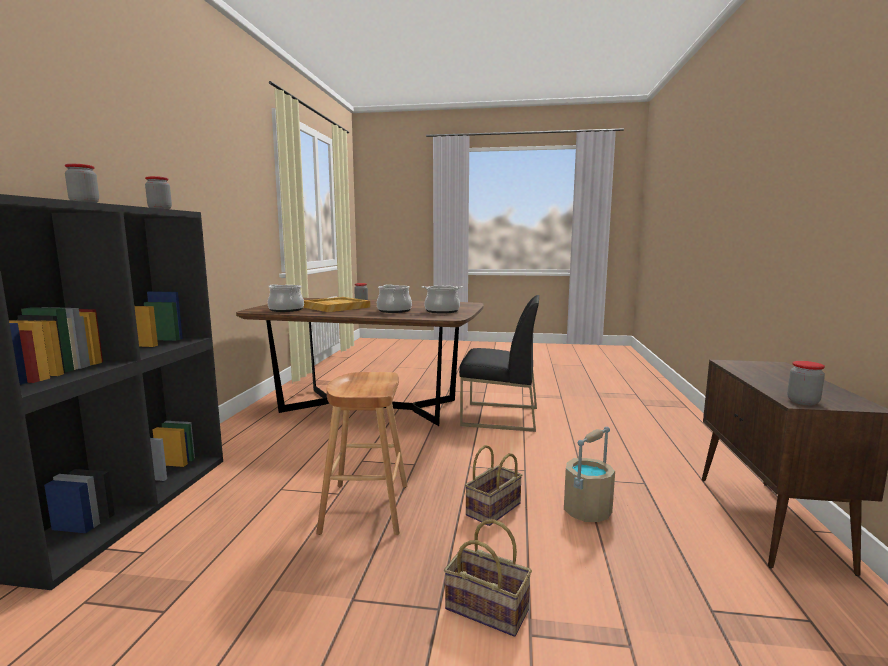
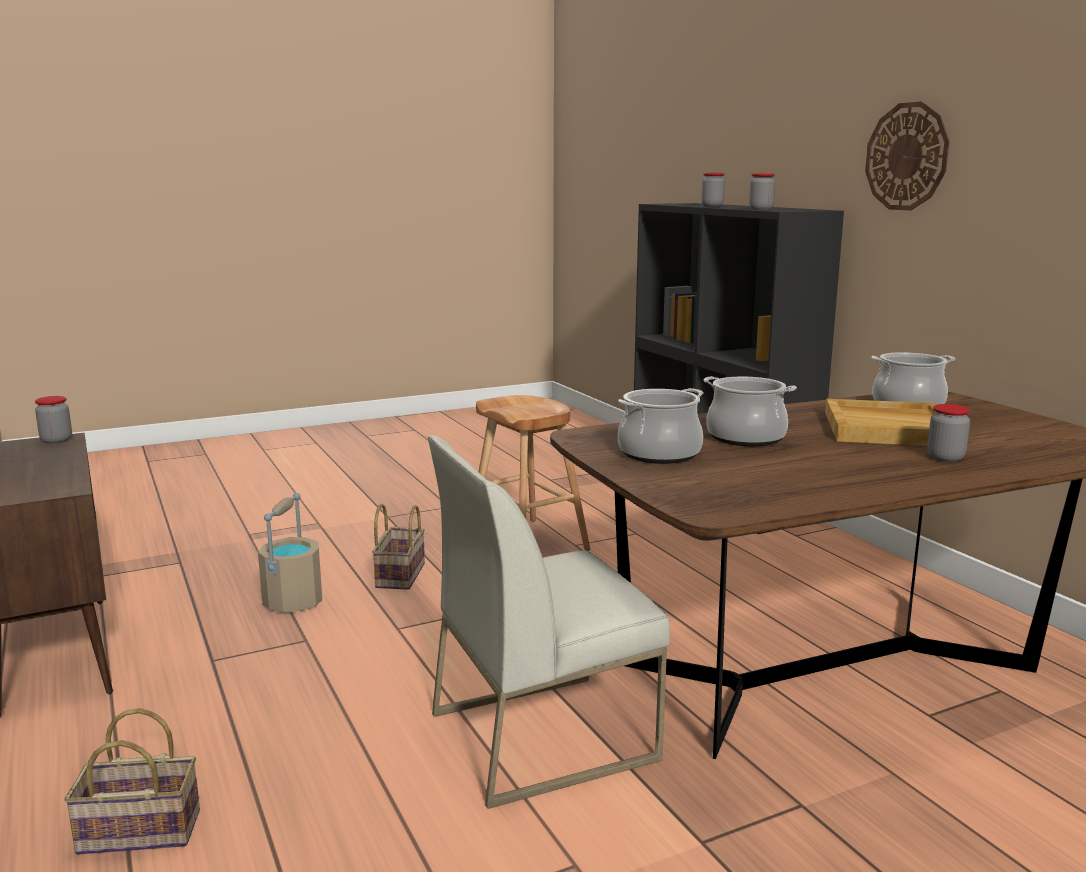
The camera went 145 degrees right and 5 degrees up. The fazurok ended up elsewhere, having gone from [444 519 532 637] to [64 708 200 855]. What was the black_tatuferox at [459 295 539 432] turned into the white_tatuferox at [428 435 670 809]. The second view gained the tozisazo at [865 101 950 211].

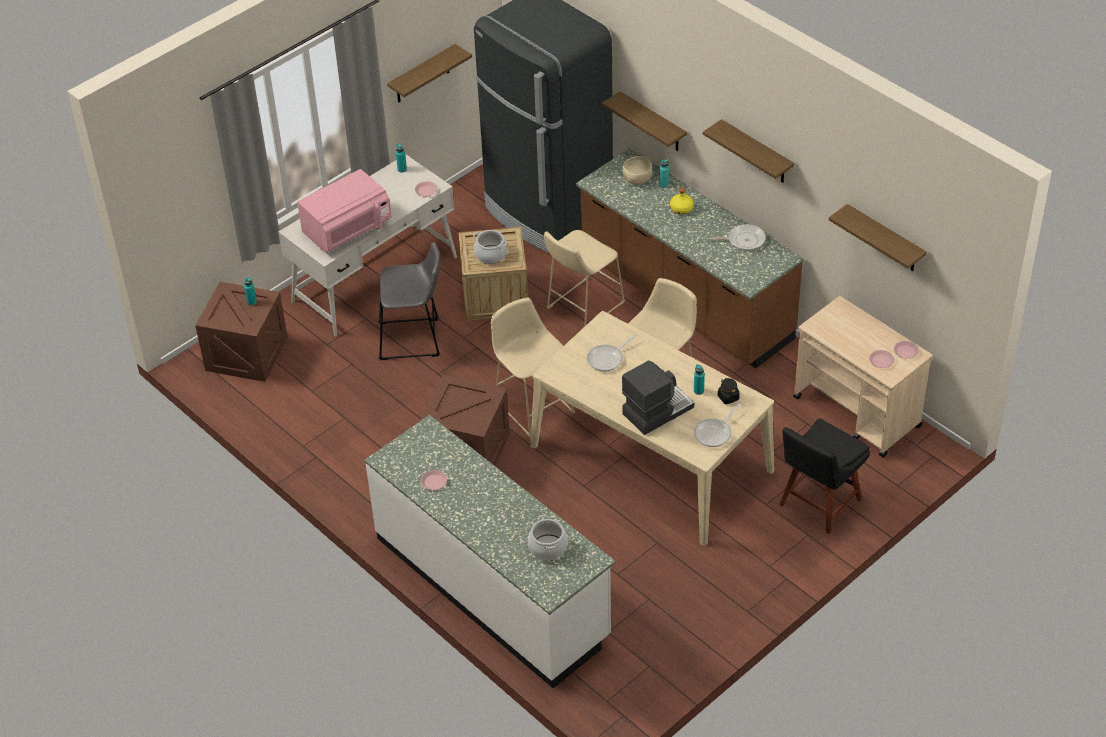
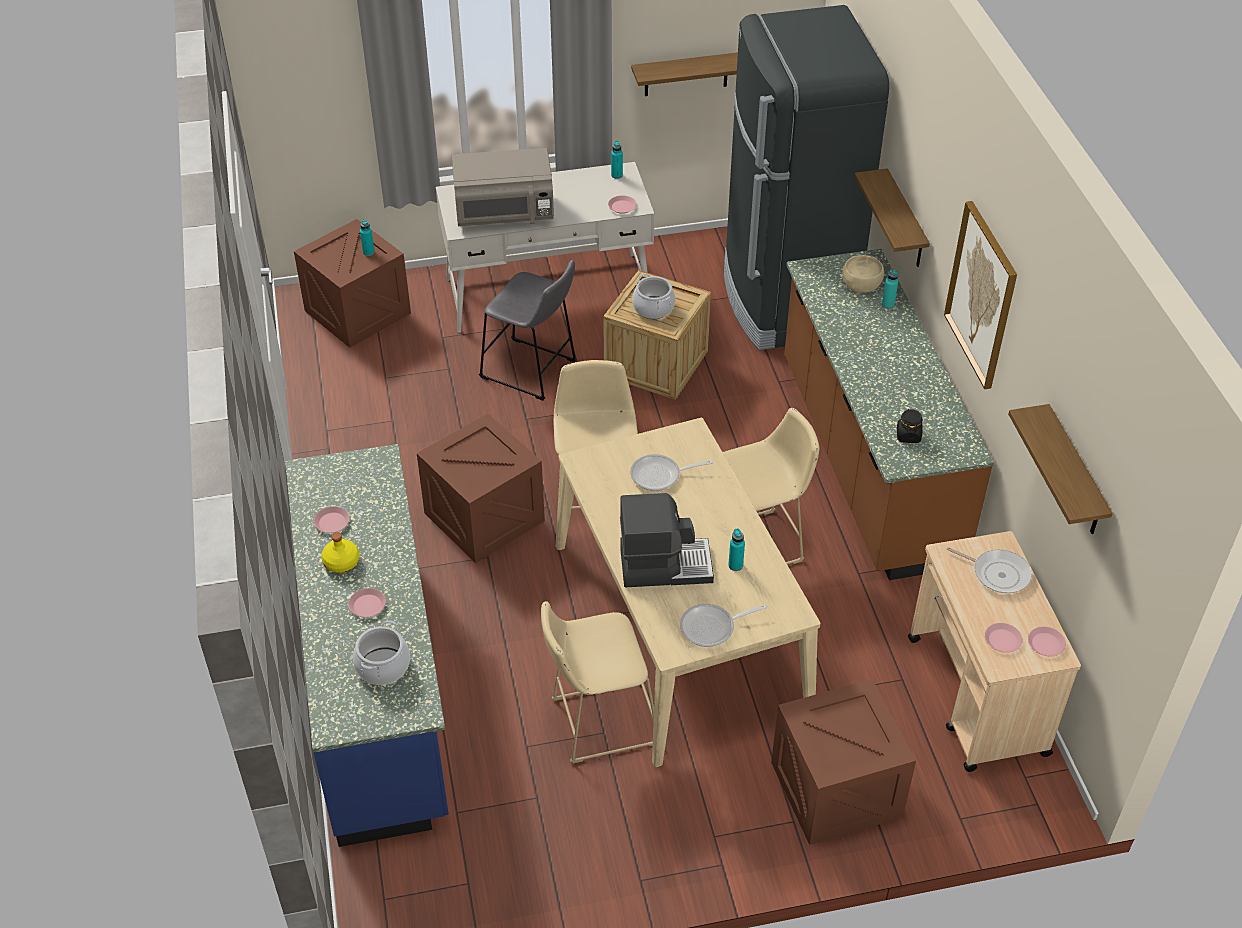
The camera went 30 degrees right and 0 degrees up. What was the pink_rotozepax at [297 169 391 253] turned into the grey_rotozepax at [452 148 554 226]. What was the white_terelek at [365 415 615 688] turned into the blue_terelek at [285 444 449 847]. The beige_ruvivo ended up elsewhere, having gone from [544 230 625 327] to [541 601 654 764]. The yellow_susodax ended up elsewhere, having gone from [670 188 694 214] to [321 532 359 573]. Where the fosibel hung at [703 119 794 183], the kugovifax came to hang at [944 201 1017 389]. The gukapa ended up elsewhere, having gone from [707 224 766 250] to [946 547 1032 593]. The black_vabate ended up elsewhere, having gone from [718 378 740 404] to [897 409 923 443]. Where the black_tatuferox stood at [779 418 870 534], the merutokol came to stand at [771 679 916 845]. The second view gained the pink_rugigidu at [348 588 386 617].

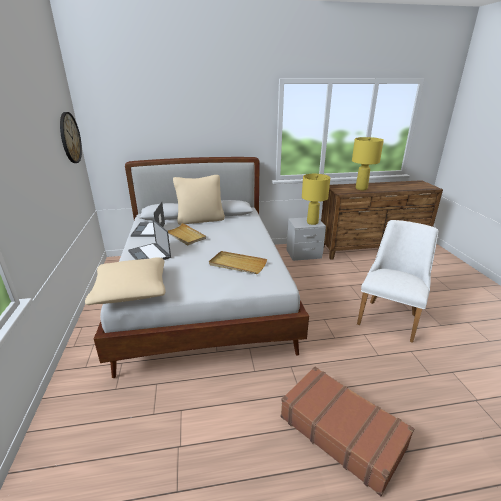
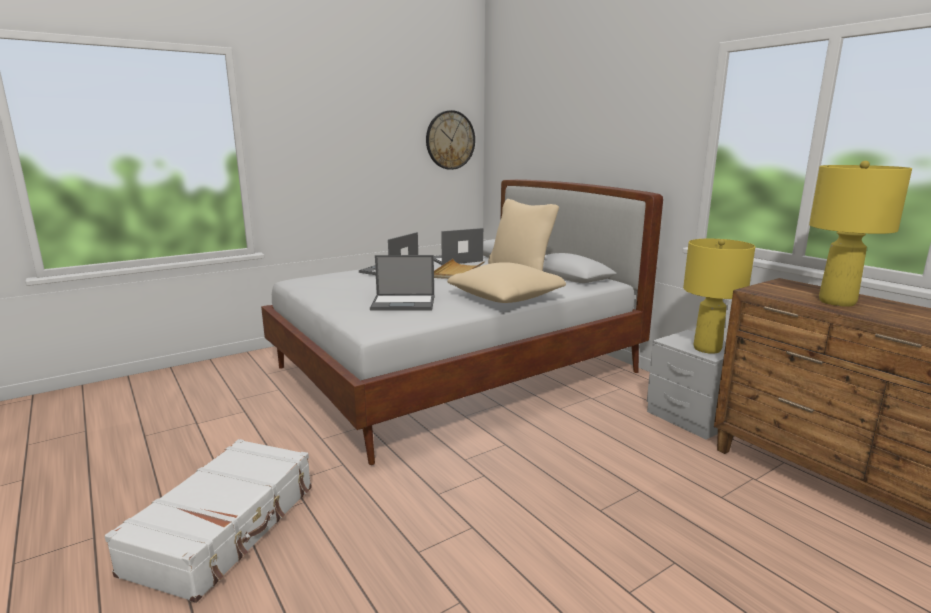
The camera went 65 degrees right and 10 degrees down. The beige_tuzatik ended up elsewhere, having gone from [85 257 166 305] to [447 262 566 303]. Where the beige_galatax stood at [209 251 267 274], the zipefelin came to stand at [370 255 434 311]. What was the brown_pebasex at [281 366 414 496] turned into the white_pebasex at [105 439 312 603]. The second view lost the white_tatuferox at [357 220 438 343].

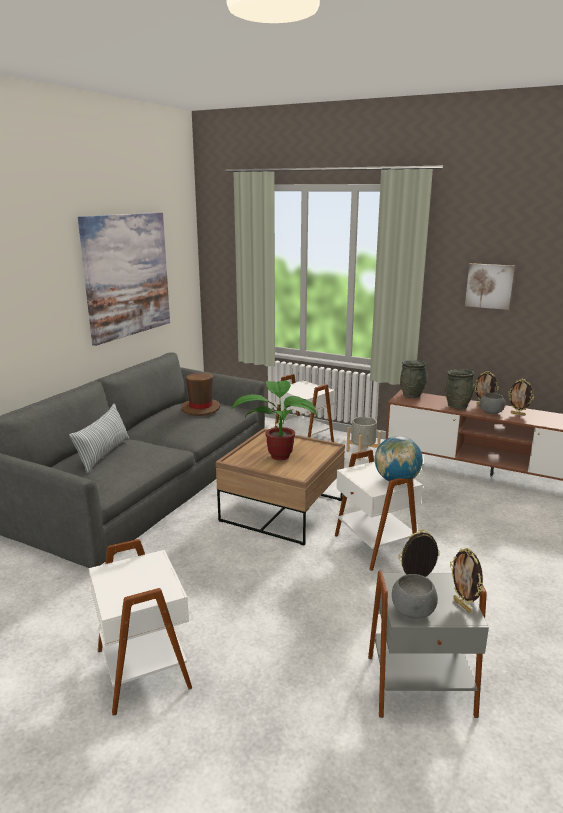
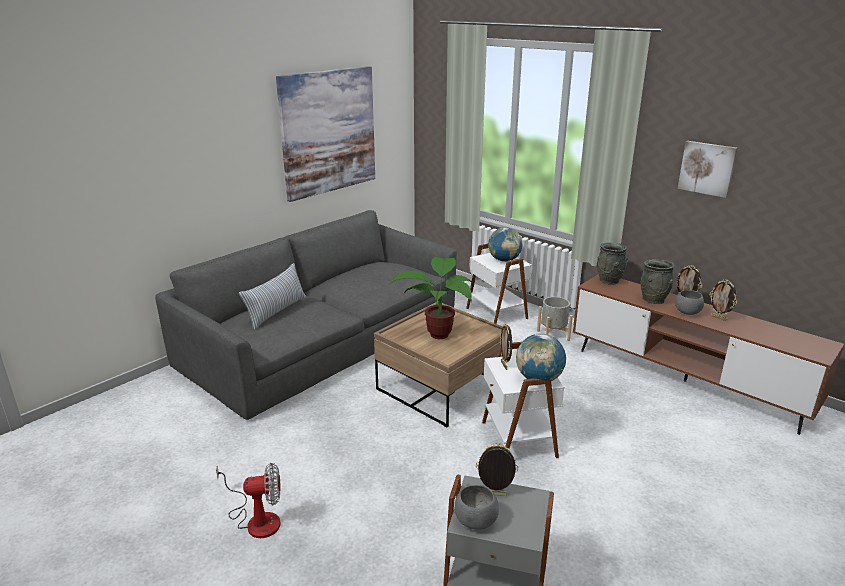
The camera went 15 degrees right and 5 degrees up. Where the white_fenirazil stood at [89 539 192 716], the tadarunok came to stand at [216 463 281 538]. The second view lost the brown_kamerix at [182 373 220 416]. The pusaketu ended up elsewhere, having gone from [450 548 483 613] to [500 323 512 370]. The second view gained the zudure at [488 227 522 262].

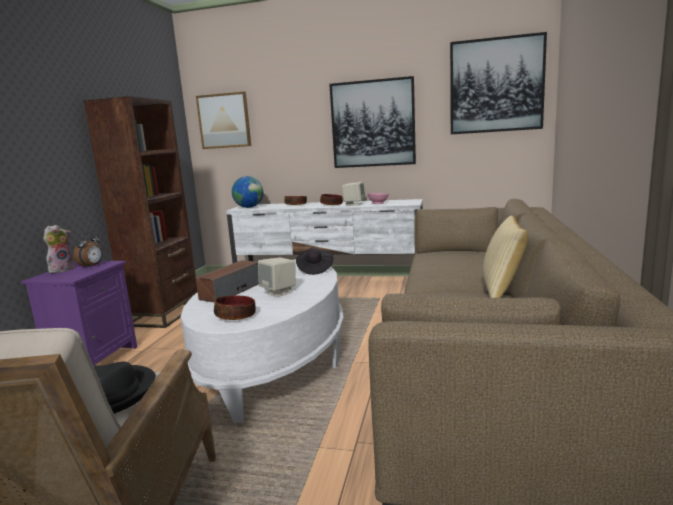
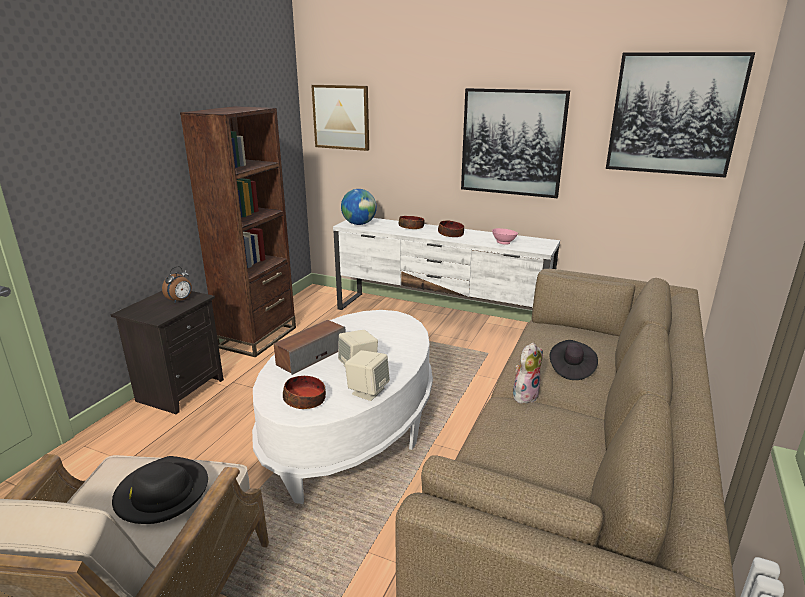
The camera went 10 degrees right and 10 degrees up. What was the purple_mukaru at [21 261 137 366] turned into the black_mukaru at [111 291 224 414]. The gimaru ended up elsewhere, having gone from [43 225 74 273] to [513 343 543 404]. The black_kamerix ended up elsewhere, having gone from [296 247 333 275] to [550 340 598 380]. The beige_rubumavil ended up elsewhere, having gone from [342 182 365 206] to [345 350 390 401]. The second view lost the tuzatik at [483 216 528 298].

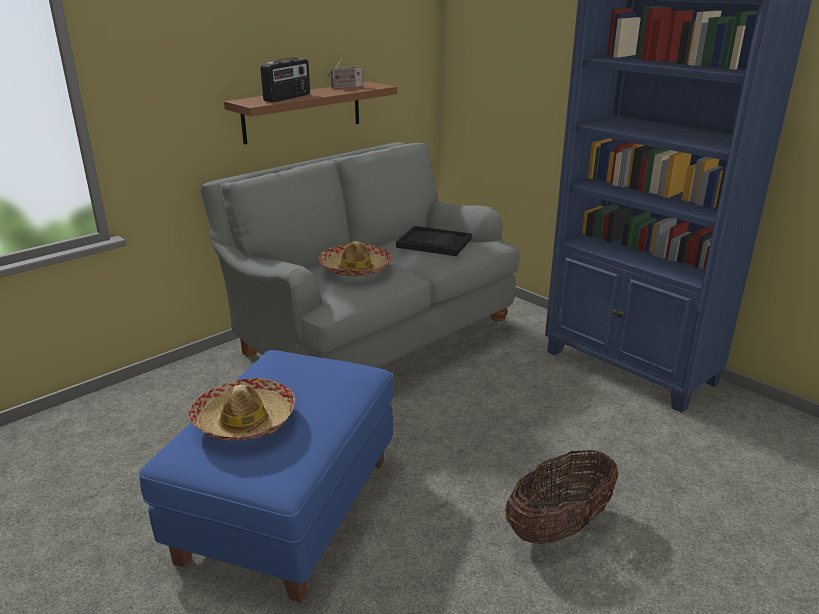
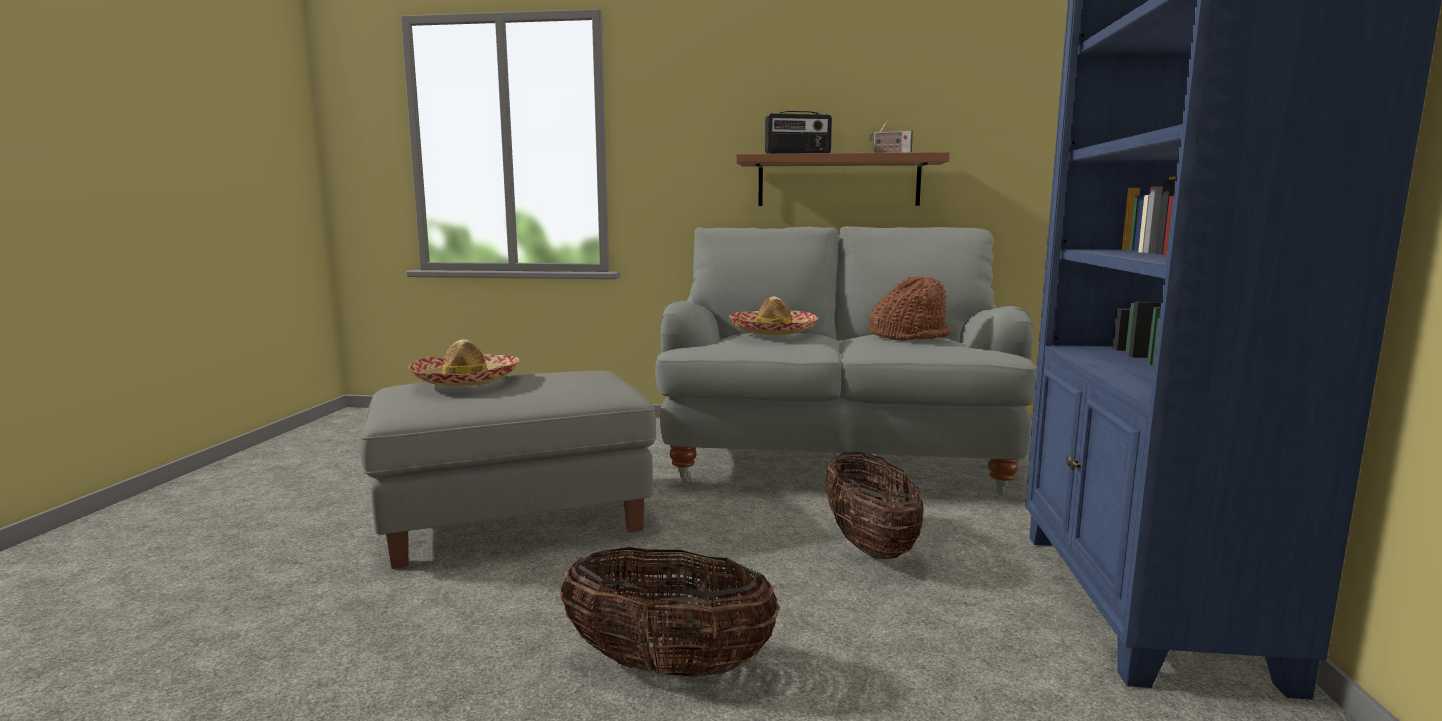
The camera went 50 degrees right and 15 degrees down. What was the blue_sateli at [139 350 394 603] turned into the grey_sateli at [360 371 657 569]. Where the black_galatax stood at [396 226 472 256], the brown_kamerix came to stand at [869 276 951 341]. The second view gained the fazurok at [825 452 923 559].

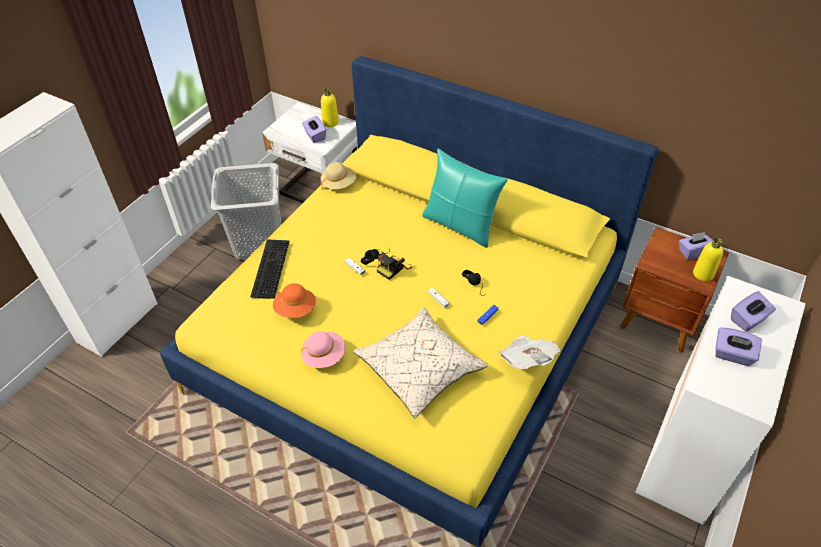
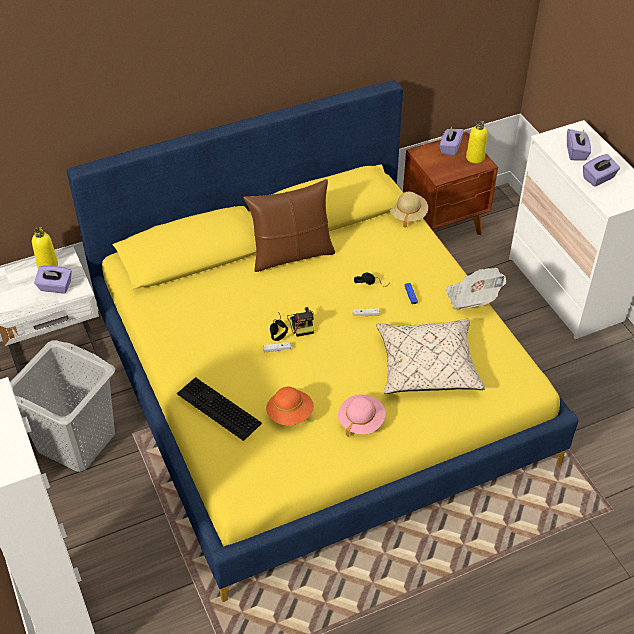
The camera went 55 degrees left and 0 degrees up. The beige_kamerix ended up elsewhere, having gone from [321 162 356 189] to [390 192 428 228]. What was the turquoise_tuzatik at [422 149 508 248] turned into the brown_tuzatik at [243 179 335 272].

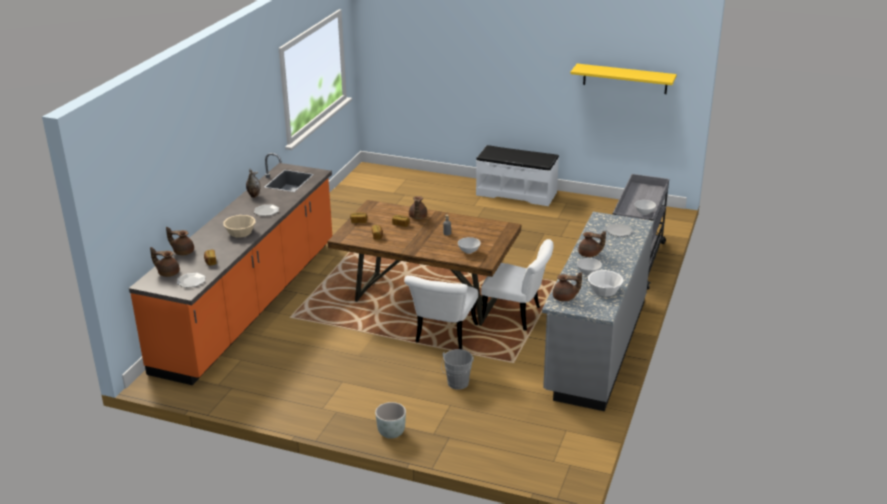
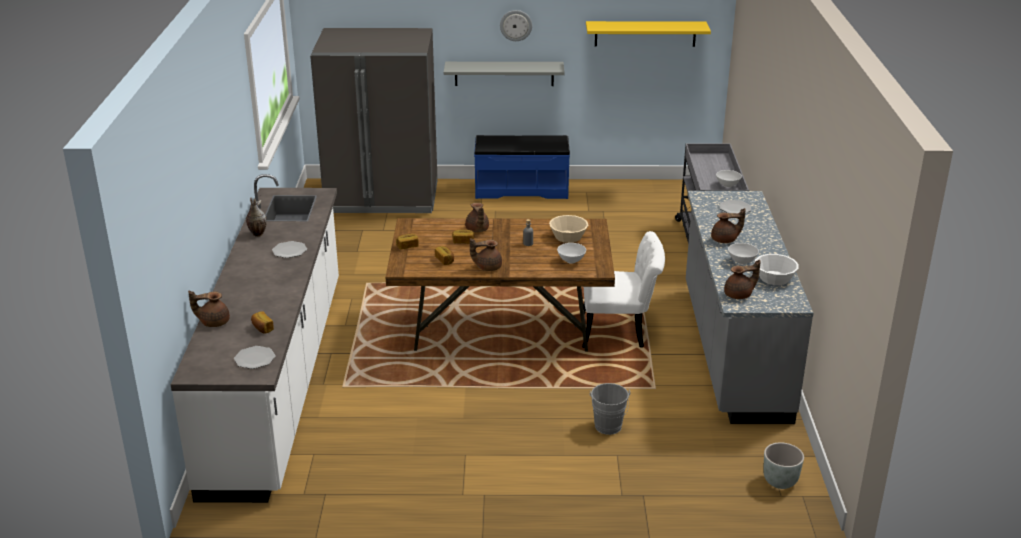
The camera went 20 degrees left and 0 degrees up. What was the orange_terelek at [129 153 332 385] turned into the white_terelek at [171 174 339 503]. The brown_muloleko ended up elsewhere, having gone from [150 247 180 277] to [470 238 502 271]. The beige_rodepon ended up elsewhere, having gone from [223 215 255 238] to [549 215 588 243]. The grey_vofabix ended up elsewhere, having gone from [375 402 406 439] to [763 442 804 489]. The second view lost the white_tatuferox at [404 275 478 349]. What was the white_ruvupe at [476 145 559 206] turned into the blue_ruvupe at [474 135 570 199]. The second view gained the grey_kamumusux at [310 28 438 213]. The second view gained the grey_fosibel at [443 62 565 86]. The second view gained the tozisazo at [500 10 532 41].

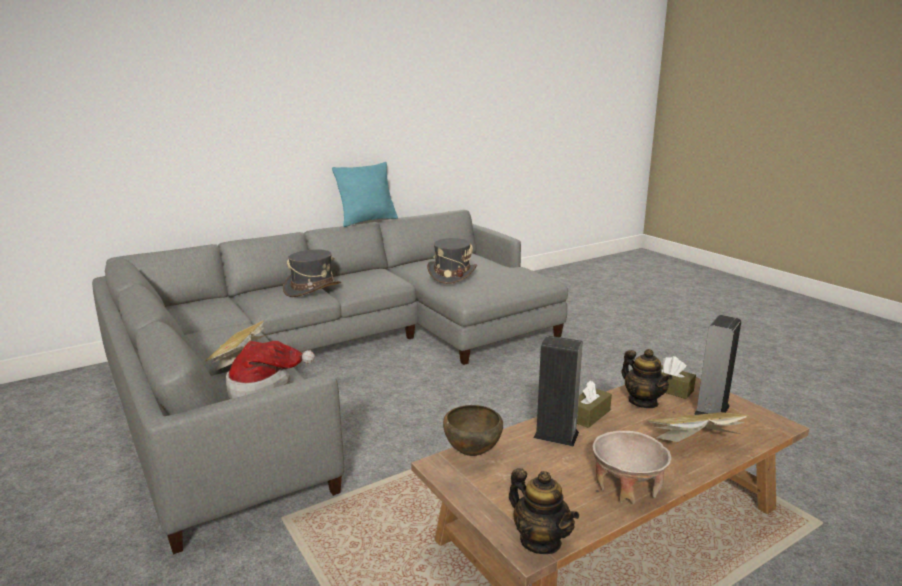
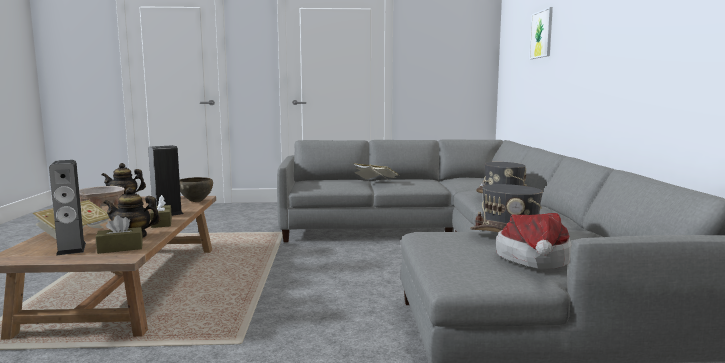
The camera went 120 degrees right and 10 degrees down. The kamerix ended up elsewhere, having gone from [226 341 315 399] to [496 213 572 269]. The second view lost the turquoise_tuzatik at [332 162 398 227]. The second view gained the kugovifax at [529 7 553 59].

